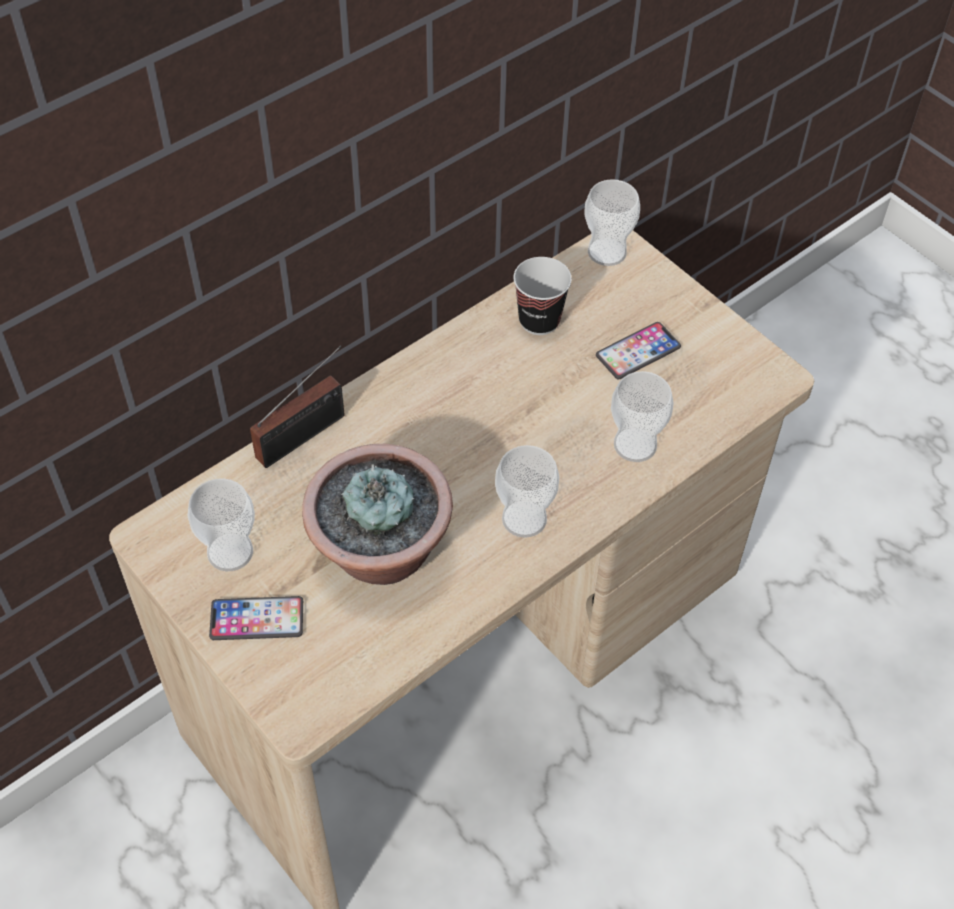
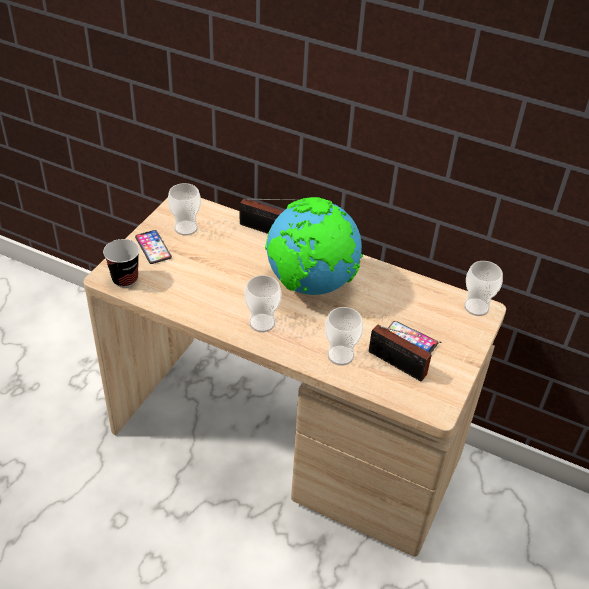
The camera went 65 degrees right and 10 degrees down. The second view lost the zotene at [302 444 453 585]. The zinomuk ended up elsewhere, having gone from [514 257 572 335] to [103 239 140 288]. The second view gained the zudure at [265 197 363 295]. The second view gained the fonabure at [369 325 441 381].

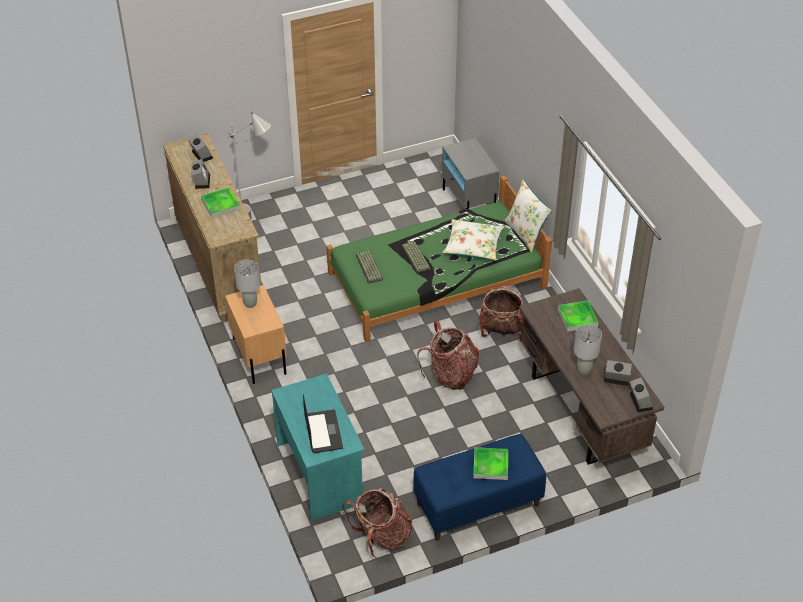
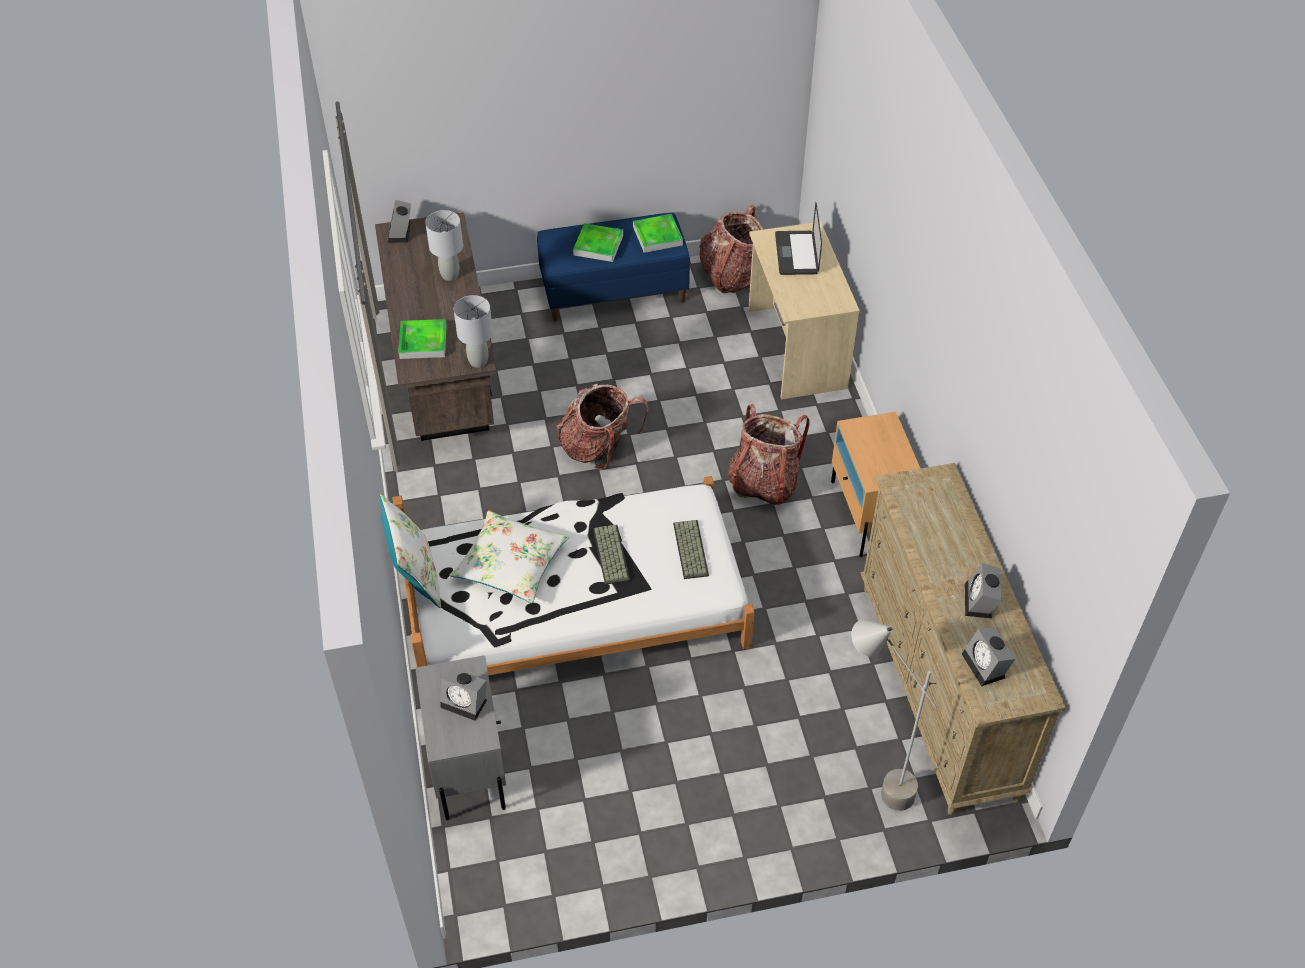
The camera went 170 degrees left and 5 degrees up. The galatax ended up elsewhere, having gone from [201 188 240 218] to [633 214 683 253]. The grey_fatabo ended up elsewhere, having gone from [234 260 260 308] to [454 295 493 368]. What was the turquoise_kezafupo at [271 373 365 521] turned into the beige_kezafupo at [748 221 860 399]. What was the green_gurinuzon at [326 176 552 342] turned into the white_gurinuzon at [392 476 755 675]. The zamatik ended up elsewhere, having gone from [479 286 524 342] to [727 404 810 505]. The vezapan ended up elsewhere, having gone from [604 360 632 386] to [440 667 487 721].

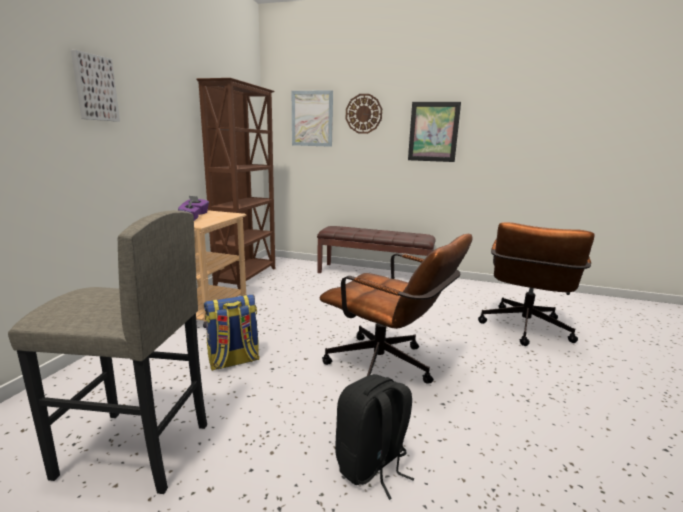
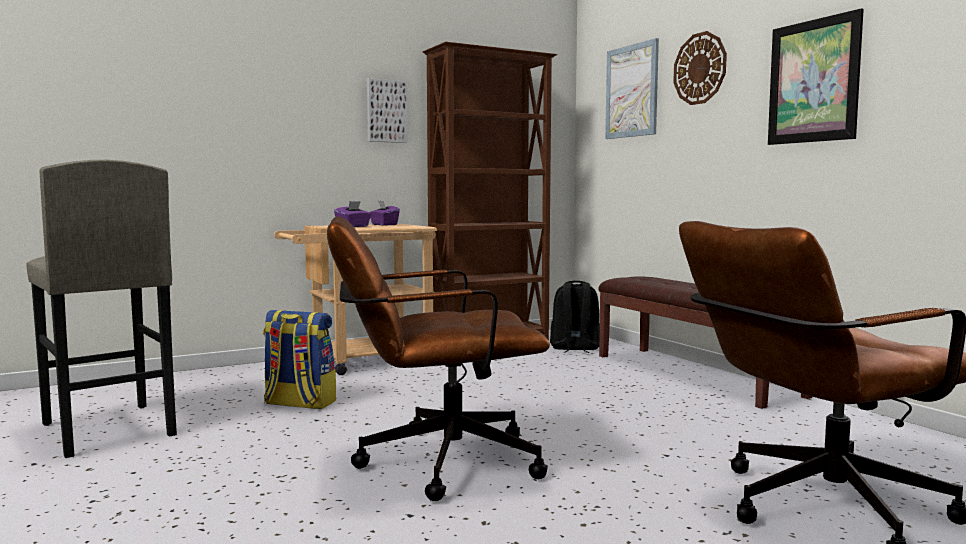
The camera went 45 degrees right and 10 degrees down. The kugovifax ended up elsewhere, having gone from [71 50 120 122] to [367 78 408 143]. The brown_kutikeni at [320 234 472 384] ended up facing another way, 90 degrees clockwise from before. The black_zamatik ended up elsewhere, having gone from [335 374 414 500] to [550 281 600 353].

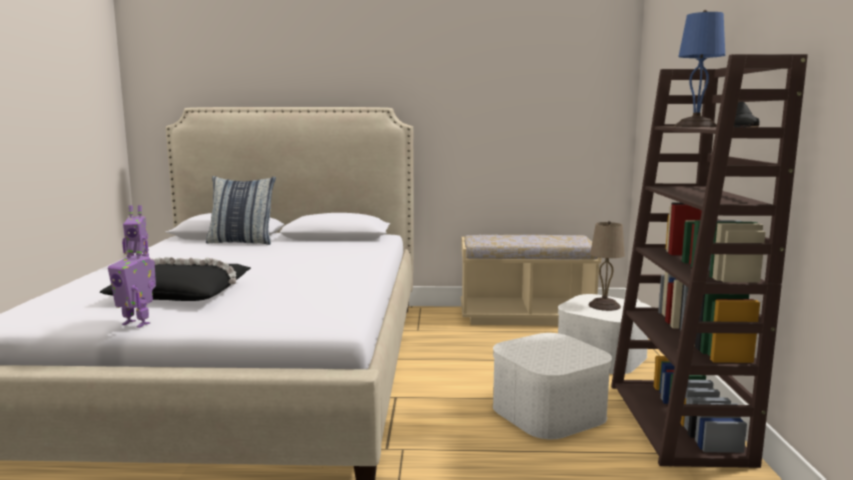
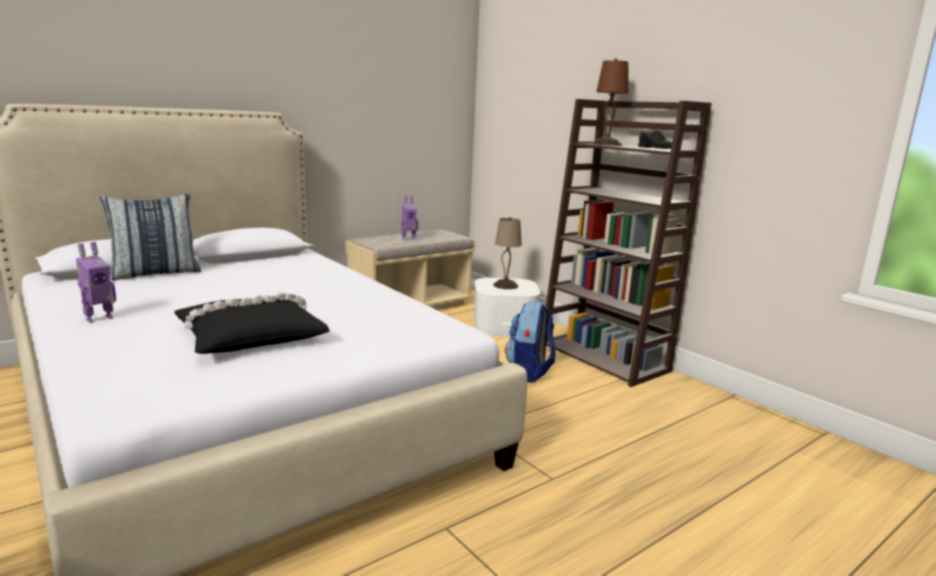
The camera went 40 degrees left and 5 degrees up. The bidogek ended up elsewhere, having gone from [108 241 156 328] to [401 196 418 240]. Where the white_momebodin stood at [493 333 612 439], the zamatik came to stand at [505 301 556 382]. What was the blue_fatabo at [674 10 725 127] turned into the brown_fatabo at [592 58 629 146].

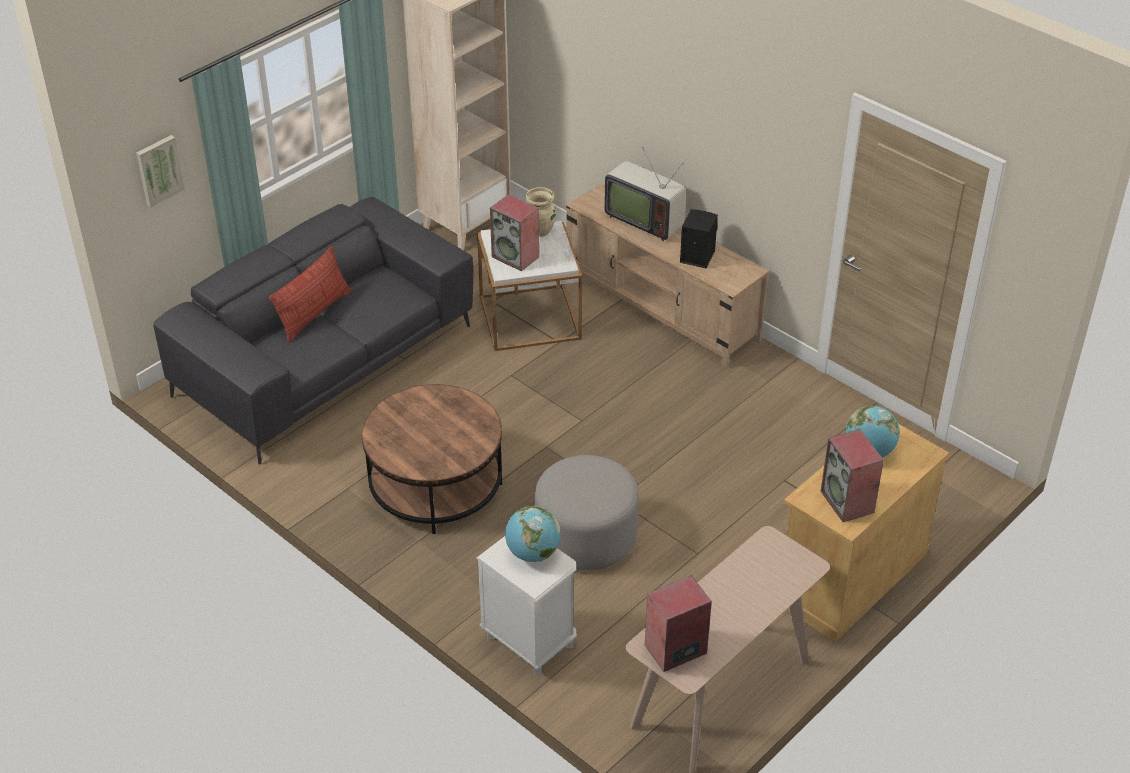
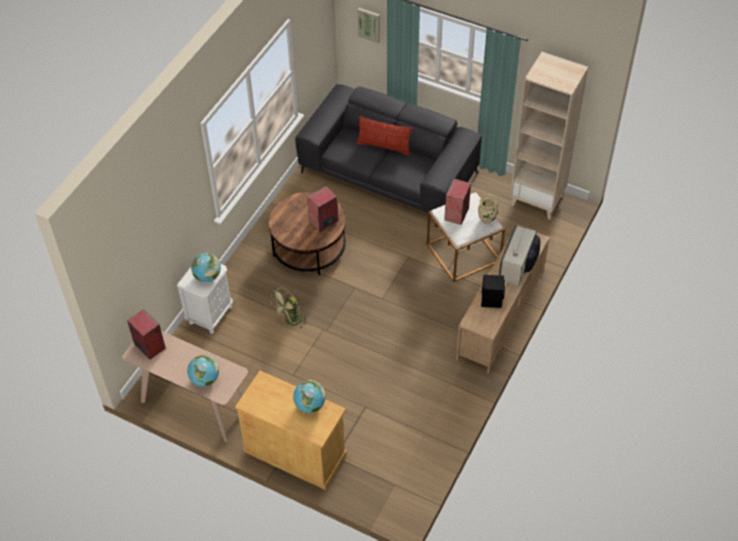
The camera went 75 degrees right and 10 degrees up. Where the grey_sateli stood at [535 455 639 571], the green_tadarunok came to stand at [270 287 308 329]. The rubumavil ended up elsewhere, having gone from [821 429 884 522] to [307 186 338 232]. The second view gained the zudure at [187 355 219 387].

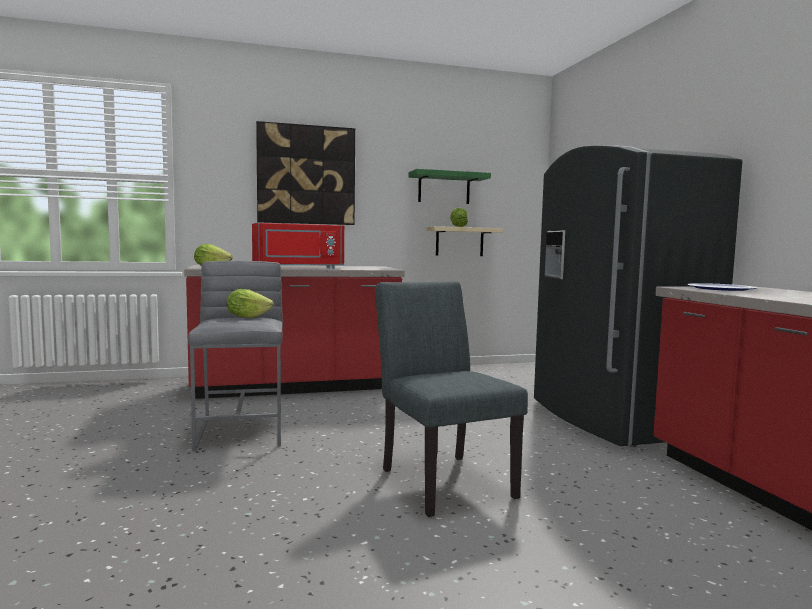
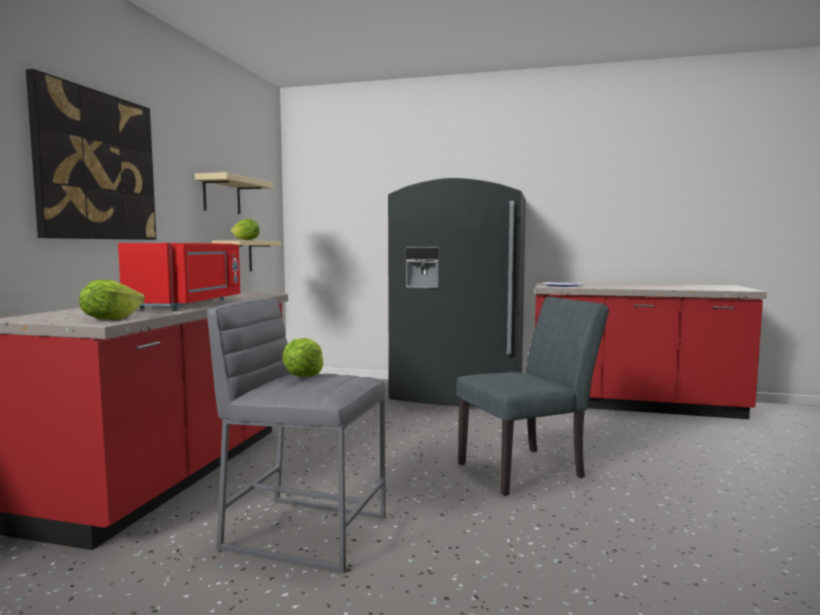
The camera went 60 degrees left and 0 degrees up. The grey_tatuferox at [375 281 528 517] ended up facing another way, 150 degrees clockwise from before. What was the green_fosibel at [408 169 491 204] turned into the beige_fosibel at [195 172 273 214].

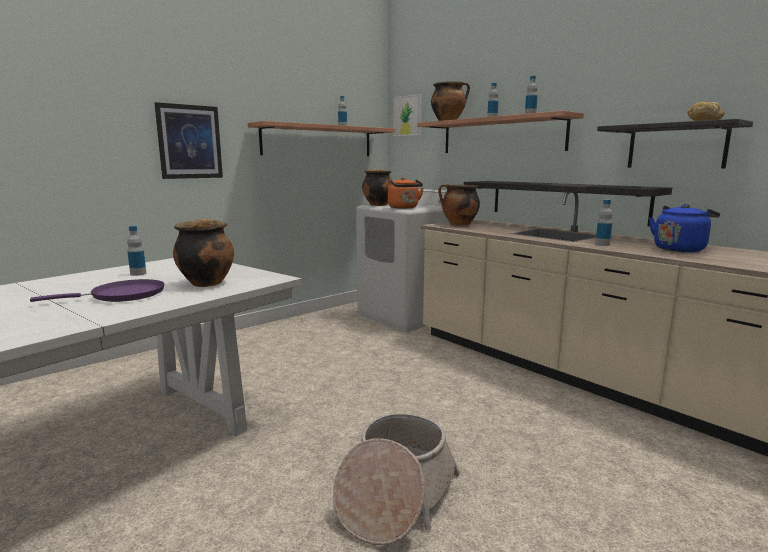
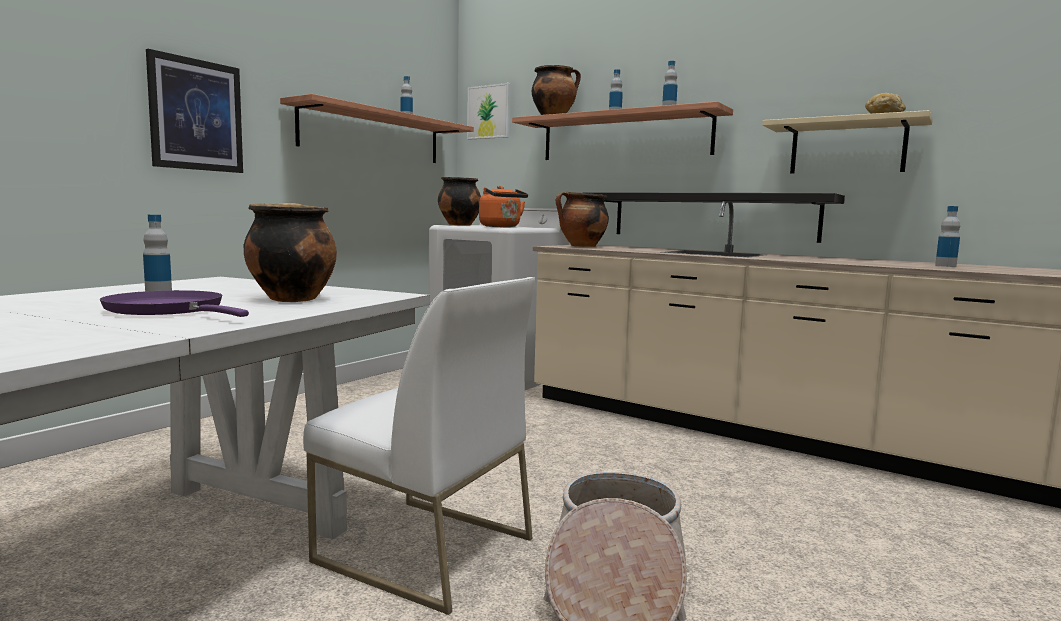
The camera went 15 degrees left and 5 degrees down. The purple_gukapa at [30 279 164 302] ended up facing another way, 105 degrees counterclockwise from before. The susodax ended up elsewhere, having gone from [595 200 613 246] to [935 206 960 267]. What was the black_fosibel at [597 119 753 168] turned into the beige_fosibel at [762 110 933 174]. The second view lost the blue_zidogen at [649 204 720 252]. The second view gained the white_tatuferox at [303 277 535 615].

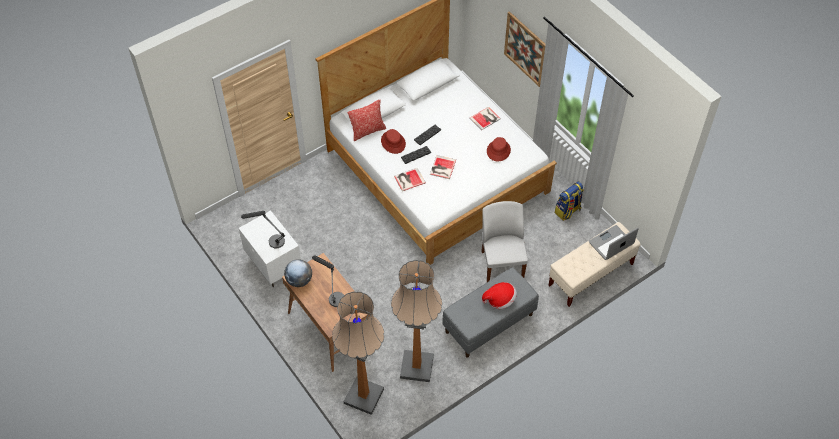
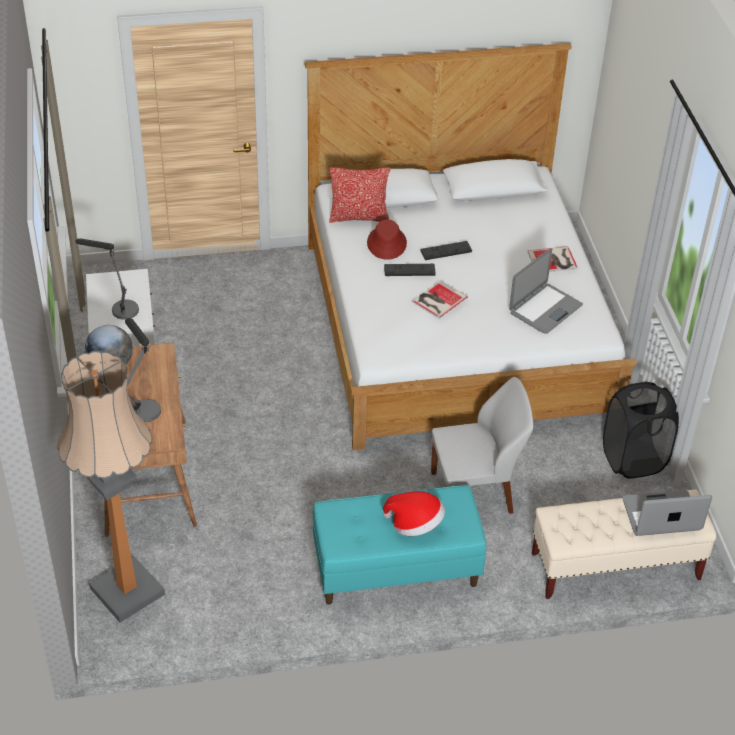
The camera went 25 degrees right and 10 degrees down. The second view lost the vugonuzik at [391 260 442 382]. The second view lost the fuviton at [394 168 426 191]. What was the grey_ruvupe at [442 267 539 357] turned into the turquoise_ruvupe at [313 485 486 605]. The white_tatuferox at [481 201 528 282] ended up facing another way, 60 degrees clockwise from before. Where the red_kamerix stood at [487 137 511 161], the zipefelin came to stand at [509 248 583 334]. The second view lost the kugovifax at [504 11 546 87]. Where the zamatik stood at [555 182 584 221], the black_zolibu came to stand at [603 382 679 478].

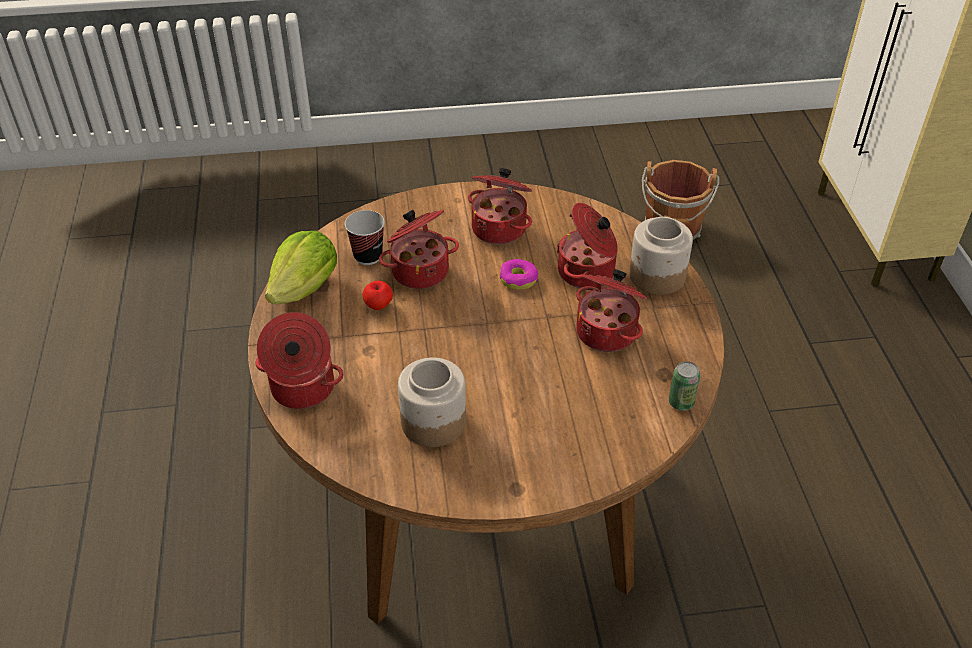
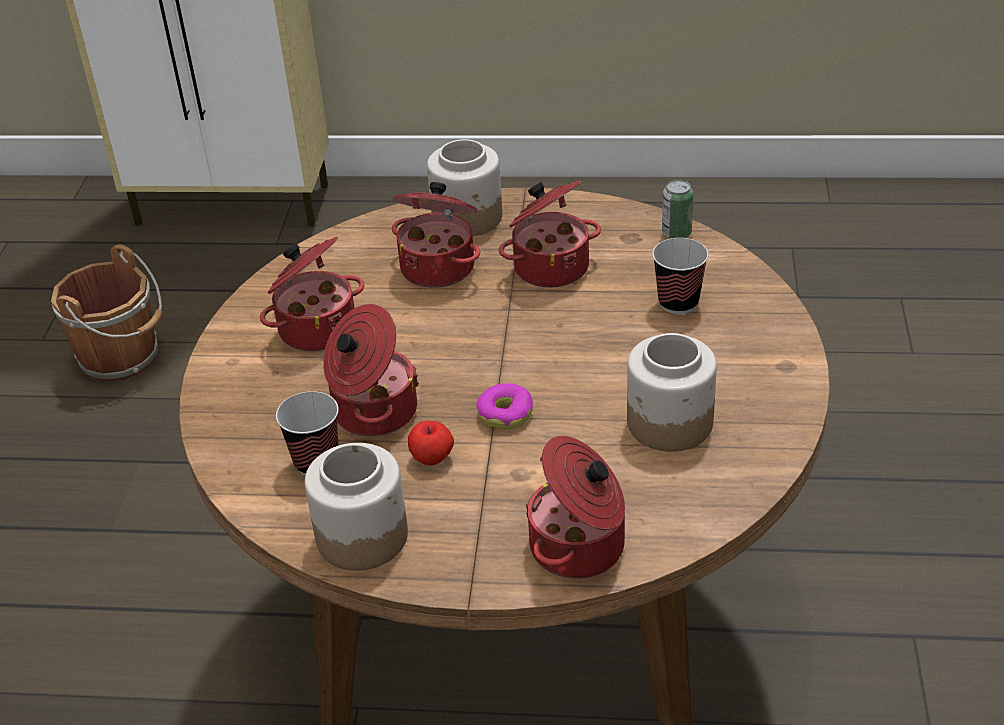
The camera went 75 degrees left and 5 degrees down. Where the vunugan stood at [265 231 337 304], the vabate came to stand at [305 443 408 571]. The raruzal ended up elsewhere, having gone from [500 259 538 290] to [476 383 533 429]. The second view gained the zinomuk at [652 238 709 314].

